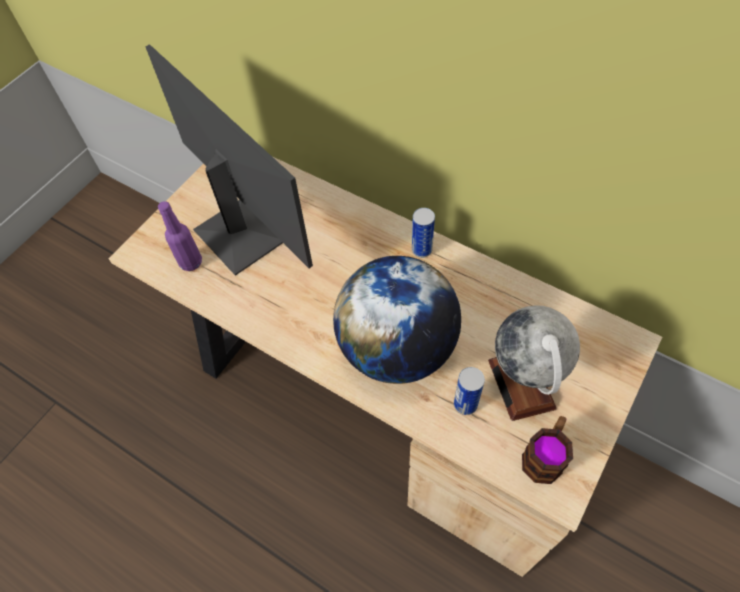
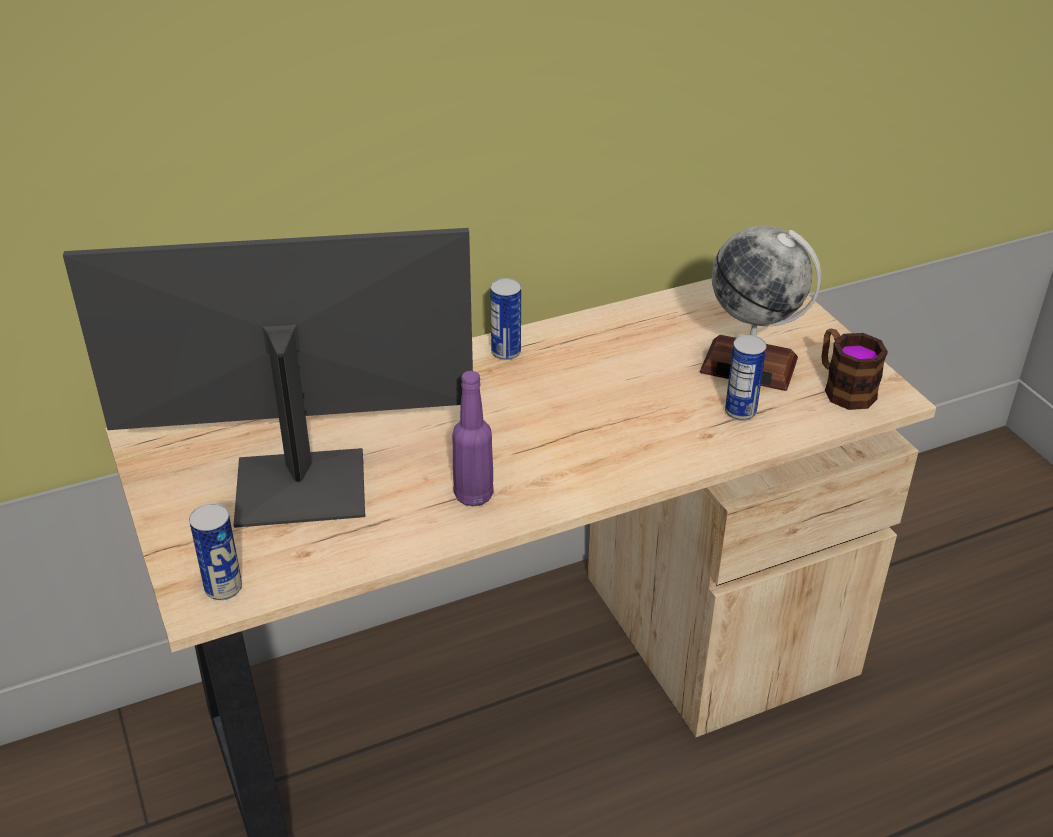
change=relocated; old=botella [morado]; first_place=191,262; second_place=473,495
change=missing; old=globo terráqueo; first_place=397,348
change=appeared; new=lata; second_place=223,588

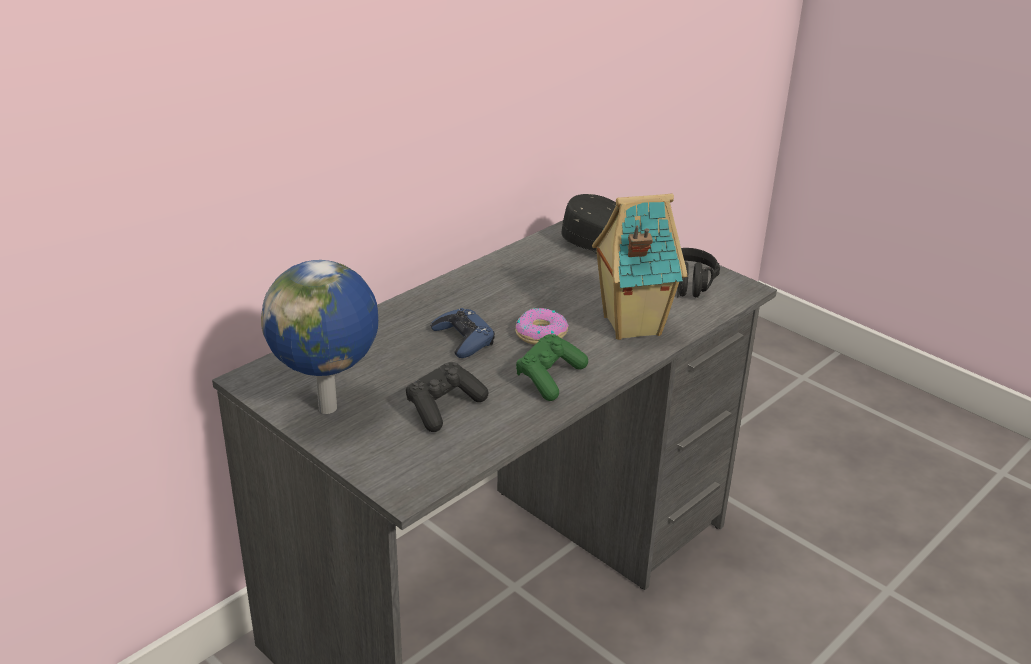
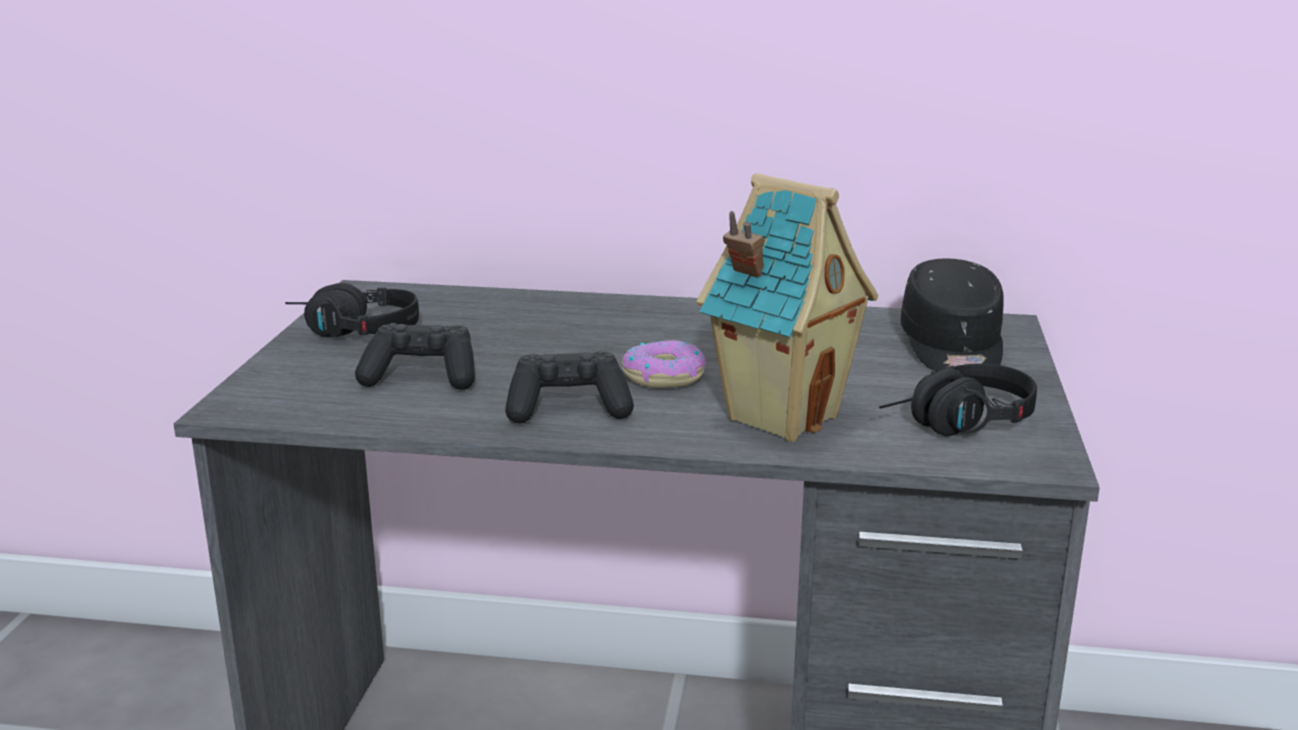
change=exchanged; old=globo terráqueo; new=auriculares [negro]; first_place=330,408; second_place=350,333
change=missing; old=mando de consola [azul]; first_place=463,339
change=colour; old=mando de consola [verde]; new=mando de consola [negro]; first_place=549,378; second_place=568,408

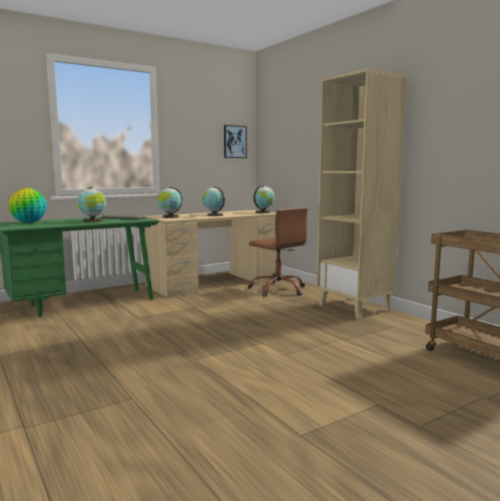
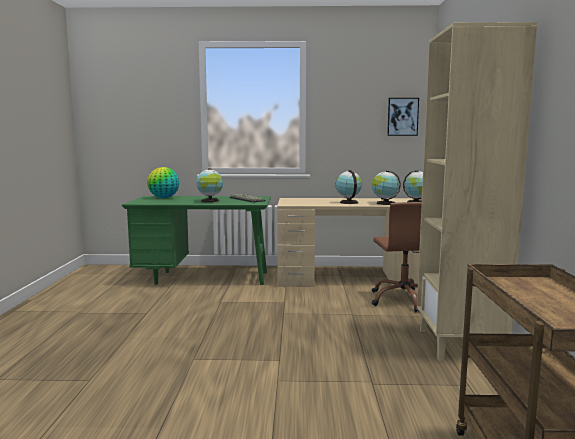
change=relocated; old=globo terráqueo; first_place=170,217; second_place=384,203

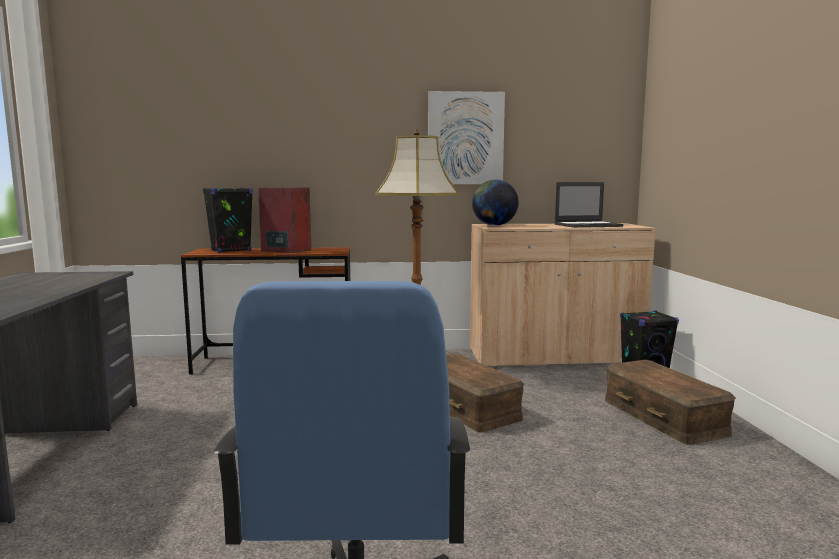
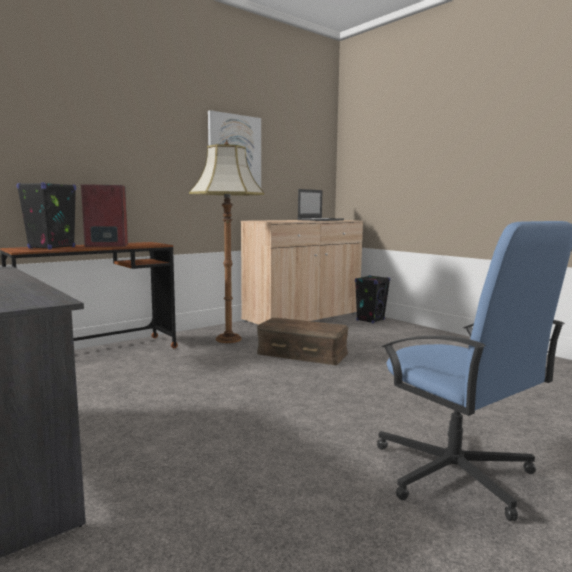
change=missing; old=globo terráqueo; first_place=494,225
change=missing; old=caja de almacenaje [marrón]; first_place=664,416

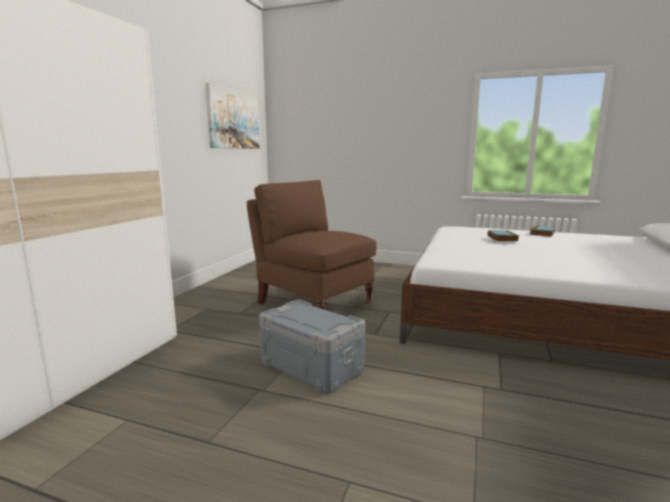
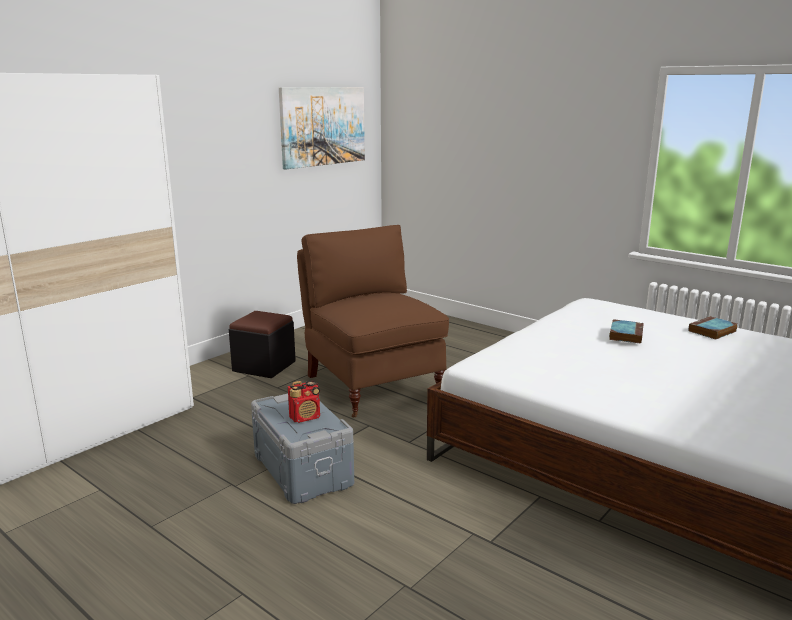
change=appeared; new=puf [negro]; second_place=264,366
change=appeared; new=radio; second_place=305,417

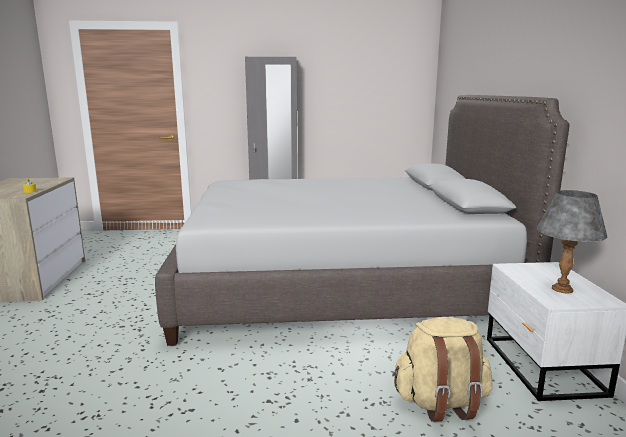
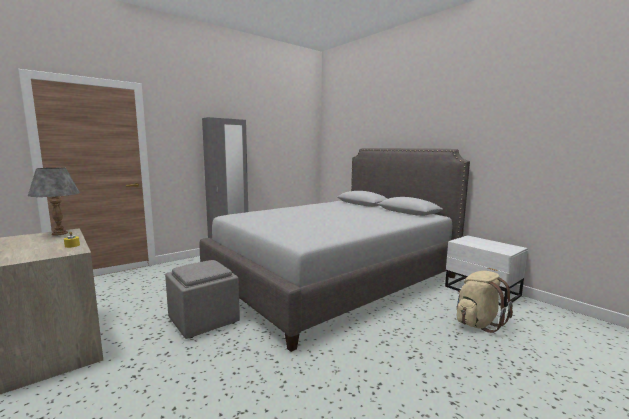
change=relocated; old=lámpara de mesa [gris]; first_place=561,289; second_place=59,233
change=appeared; new=puf [gris]; second_place=204,320

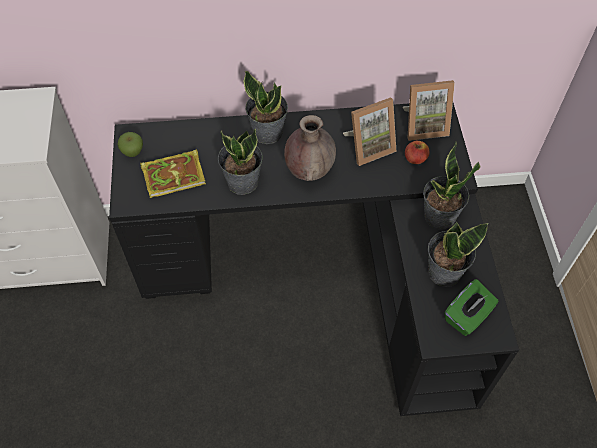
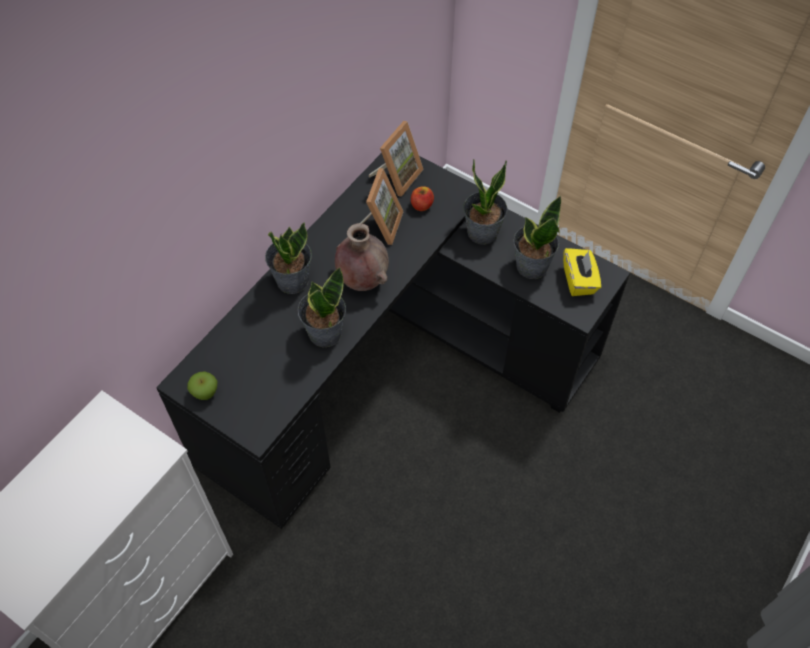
change=missing; old=libro; first_place=175,175
change=colour; old=caja de pañuelos [verde]; new=caja de pañuelos [amarillo]; first_place=467,316; second_place=579,280

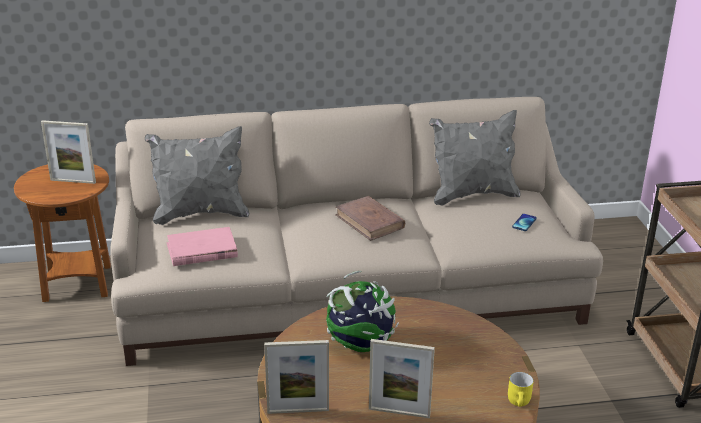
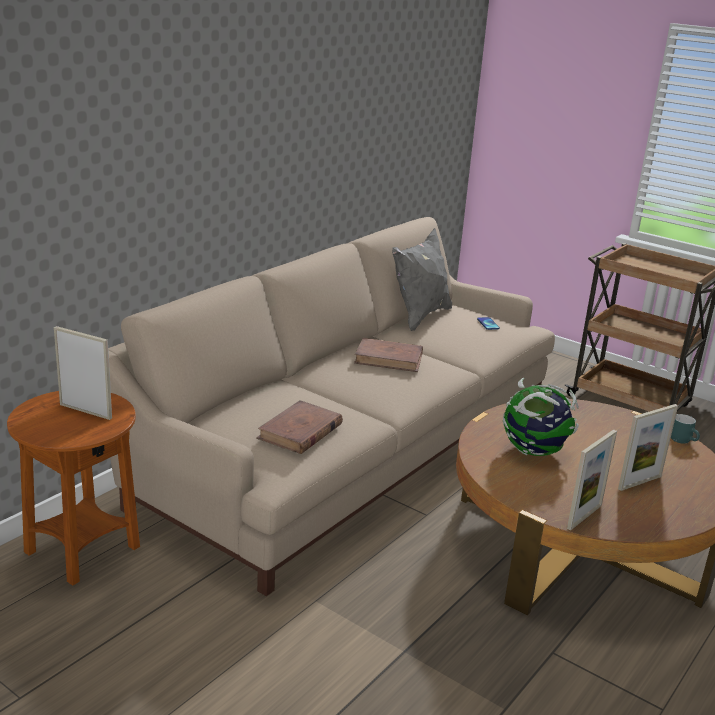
change=spun; old=portarretratos; first_place=73,181; second_place=85,411; degrees=-120
change=missing; old=cojín [gris]; first_place=200,213
change=colour; old=libro [rosa]; new=libro [marrón]; first_place=201,250; second_place=300,432
change=colour; old=taza grande [amarillo]; new=taza grande [turquesa]; first_place=520,402; second_place=684,440

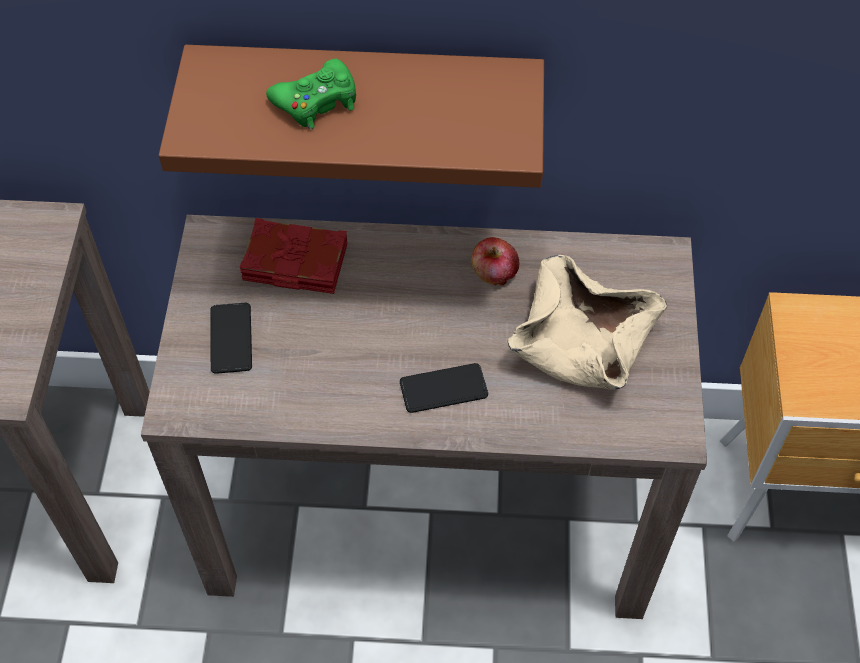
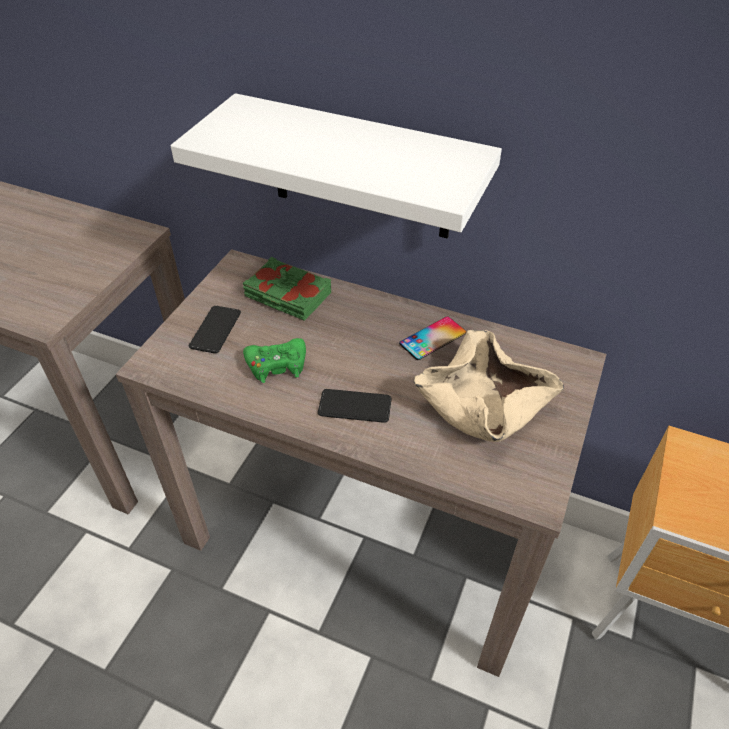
change=colour; old=estante [marrón]; new=estante [blanco]; first_place=366,100; second_place=360,169
change=colour; old=libro [rojo]; new=libro [verde]; first_place=295,264; second_place=287,295
change=relocated; old=mando de consola [verde]; first_place=317,102; second_place=277,365
change=exchanged; old=manzana; new=móvil; first_place=494,273; second_place=432,338

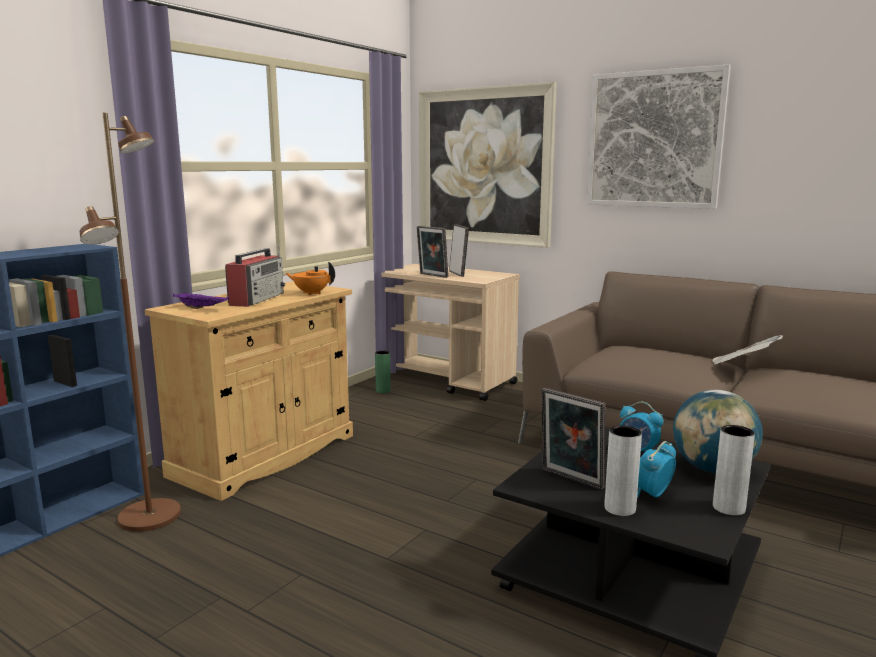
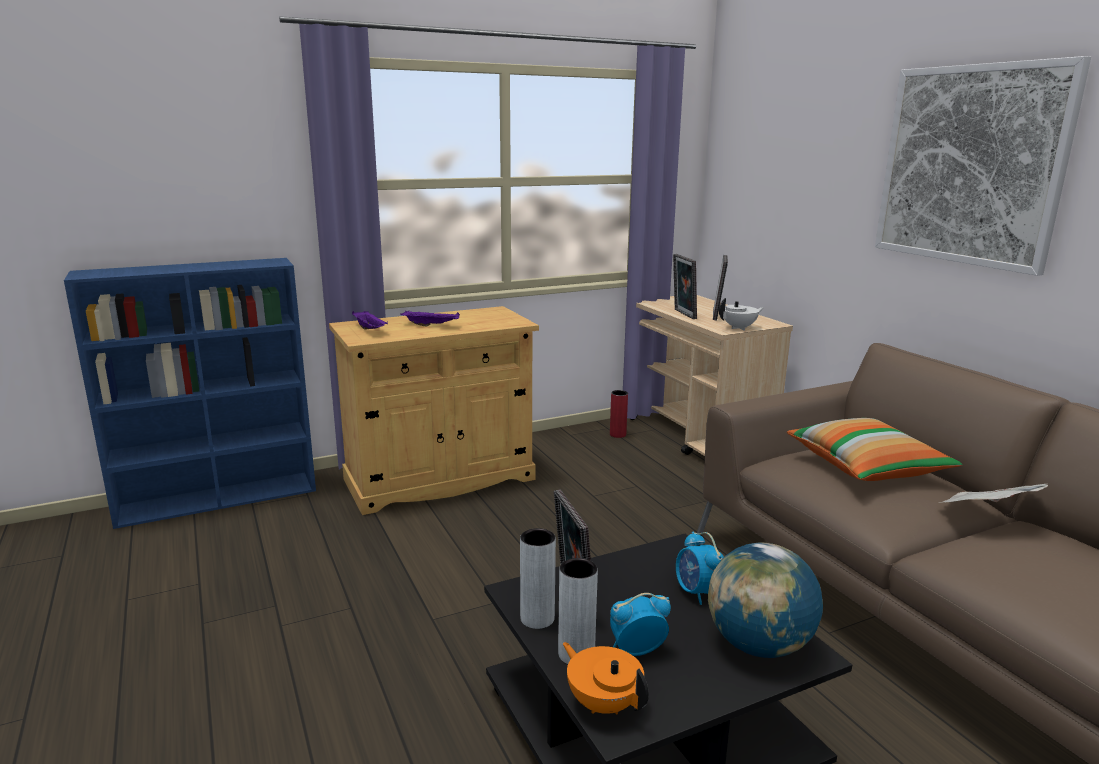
change=missing; old=lámpara de pie [marrón]; first_place=151,516
change=exchanged; old=radio; new=bandeja [morado]; first_place=257,299; second_place=432,325
change=relocated; old=tetera [naranja]; first_place=311,293; second_place=603,703
change=colour; old=florero [verde]; new=florero [rojo]; first_place=383,390; second_place=617,434
change=missing; old=cuadro; first_place=484,167
change=relocated; old=florero [gris]; first_place=728,508; second_place=537,618
change=appeared; new=tetera [blanco]; second_place=739,328
change=appeared; new=cojín; second_place=867,467

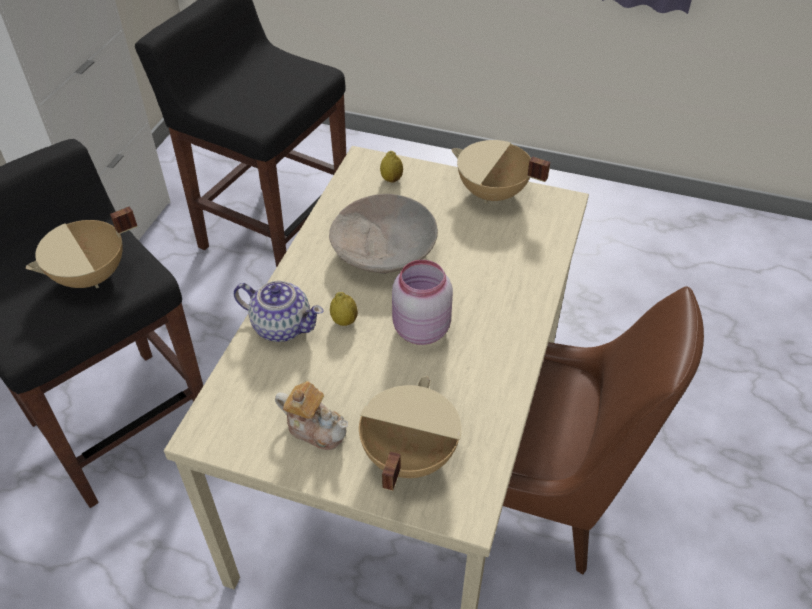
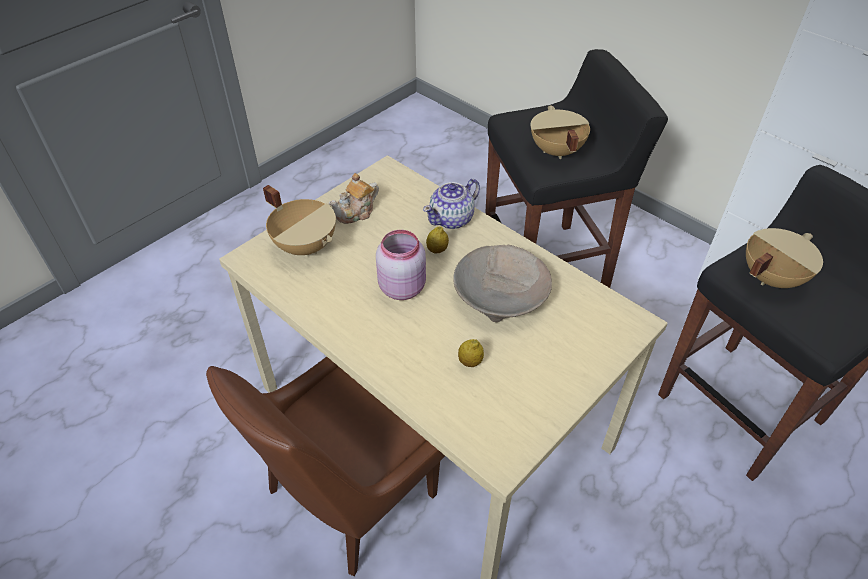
change=relocated; old=limón; first_place=391,179; second_place=470,362
change=relocated; old=olla [beis]; first_place=492,194; second_place=769,277

